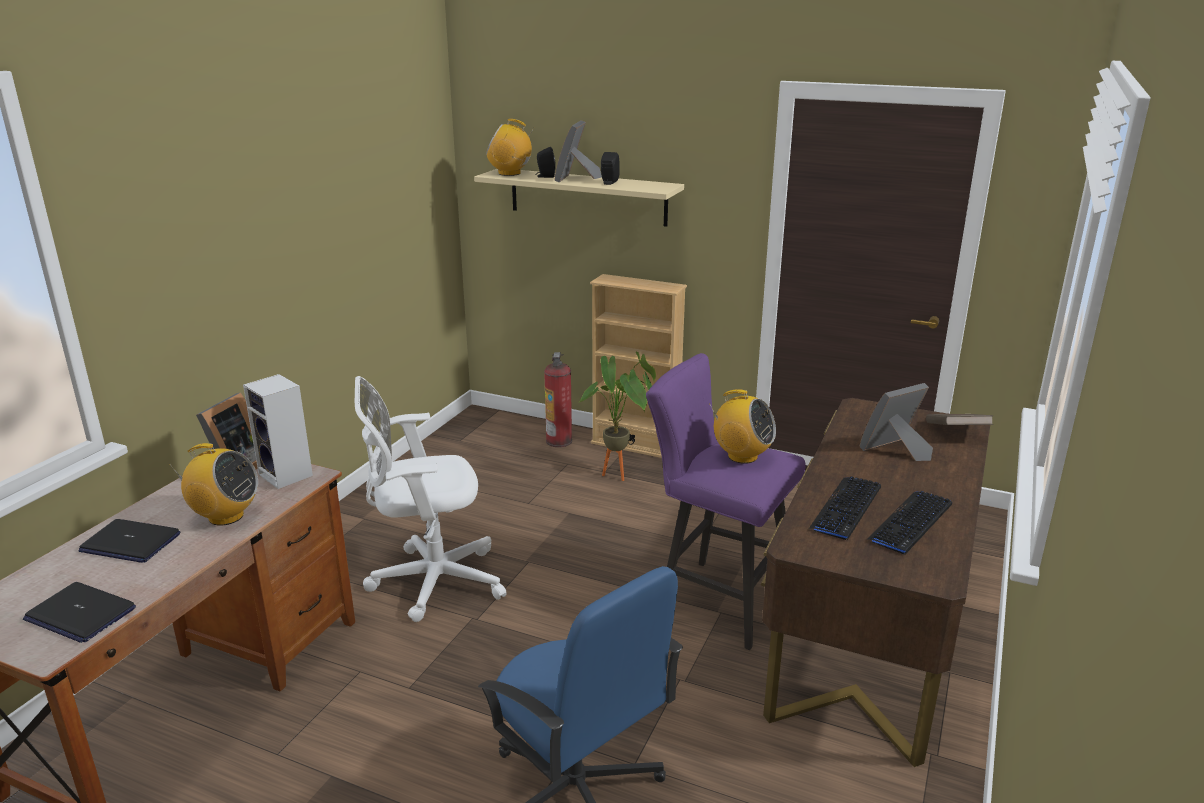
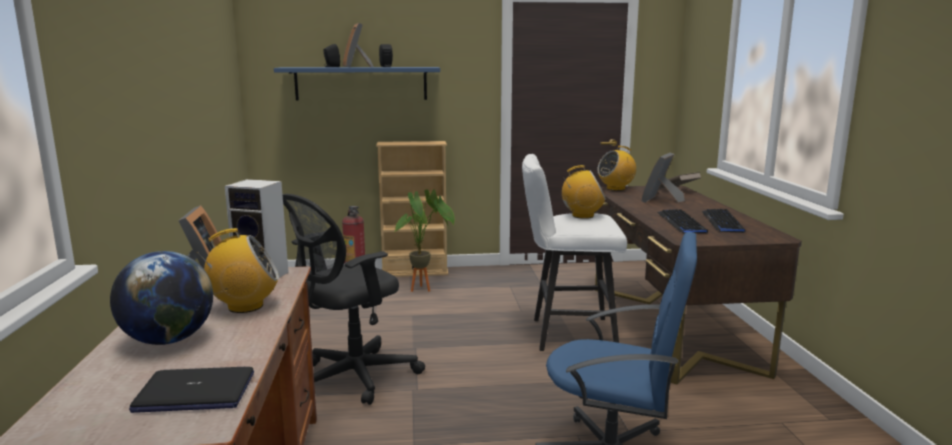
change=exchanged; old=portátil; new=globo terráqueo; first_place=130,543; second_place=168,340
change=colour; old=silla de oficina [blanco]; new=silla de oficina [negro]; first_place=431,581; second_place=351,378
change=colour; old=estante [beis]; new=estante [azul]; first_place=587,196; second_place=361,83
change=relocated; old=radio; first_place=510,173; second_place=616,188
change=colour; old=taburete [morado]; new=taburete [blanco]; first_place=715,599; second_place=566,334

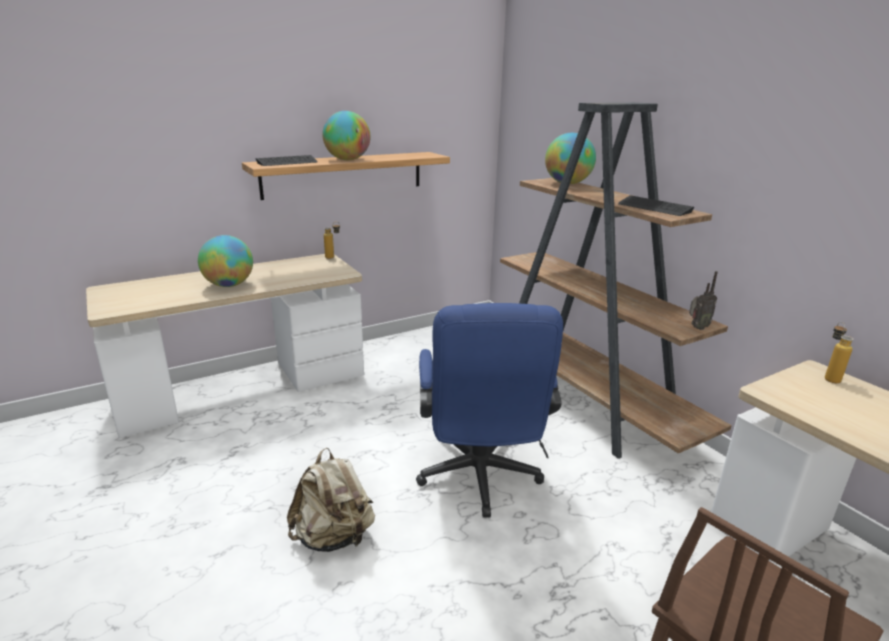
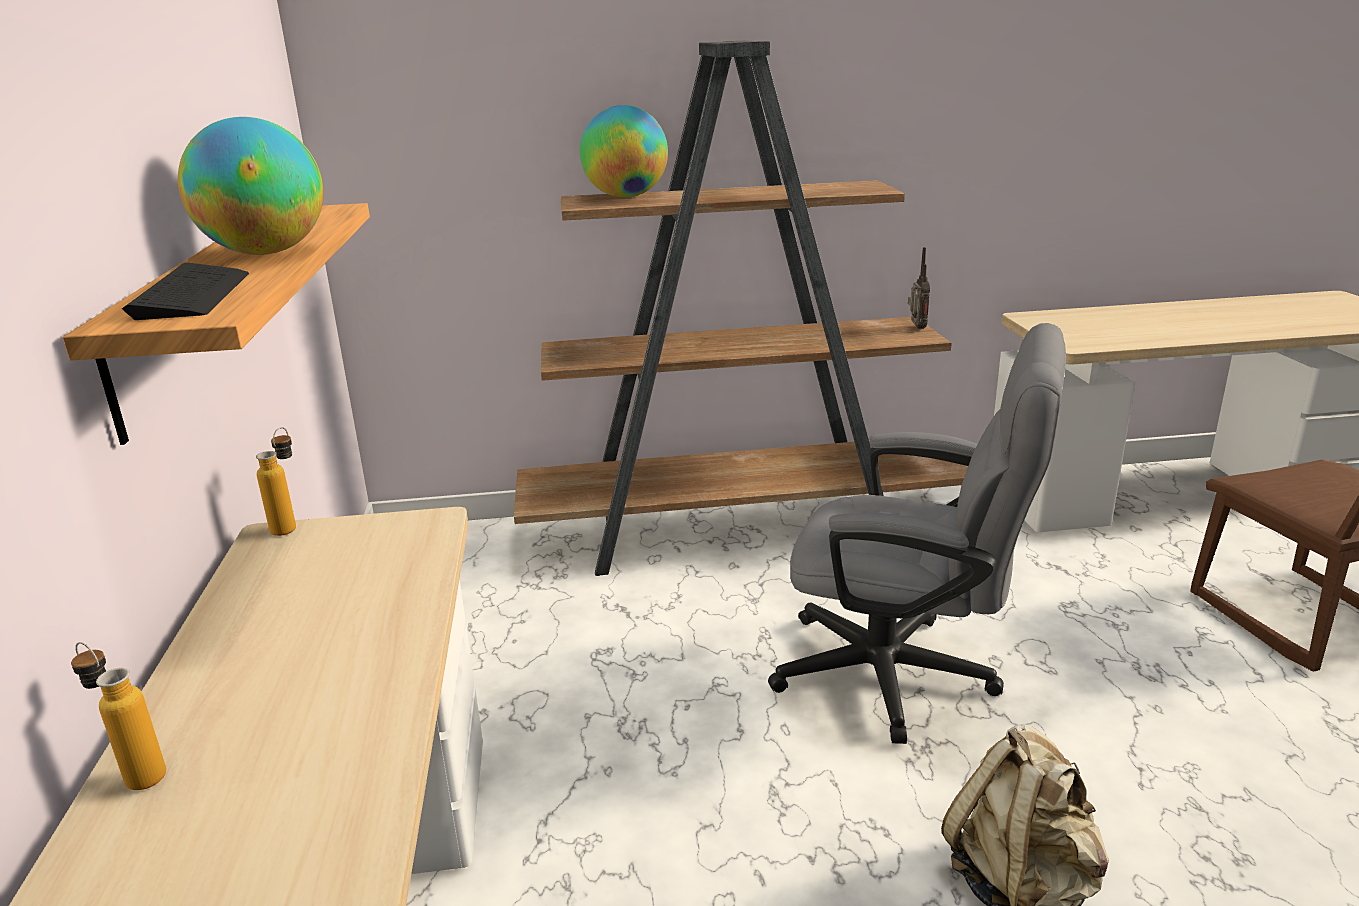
change=missing; old=globo terráqueo; first_place=229,285
change=colour; old=silla de oficina [azul]; new=silla de oficina [gris]; first_place=479,479; second_place=905,676
change=missing; old=teclado; first_place=654,208
change=relocated; old=botella; first_place=829,377; second_place=136,773

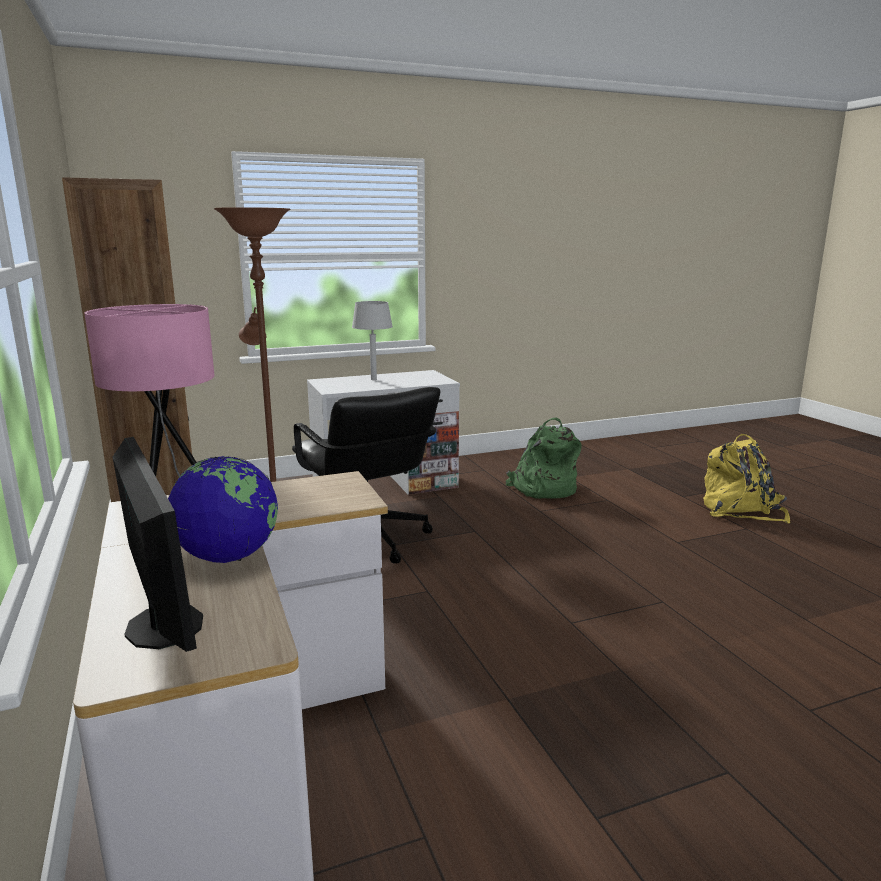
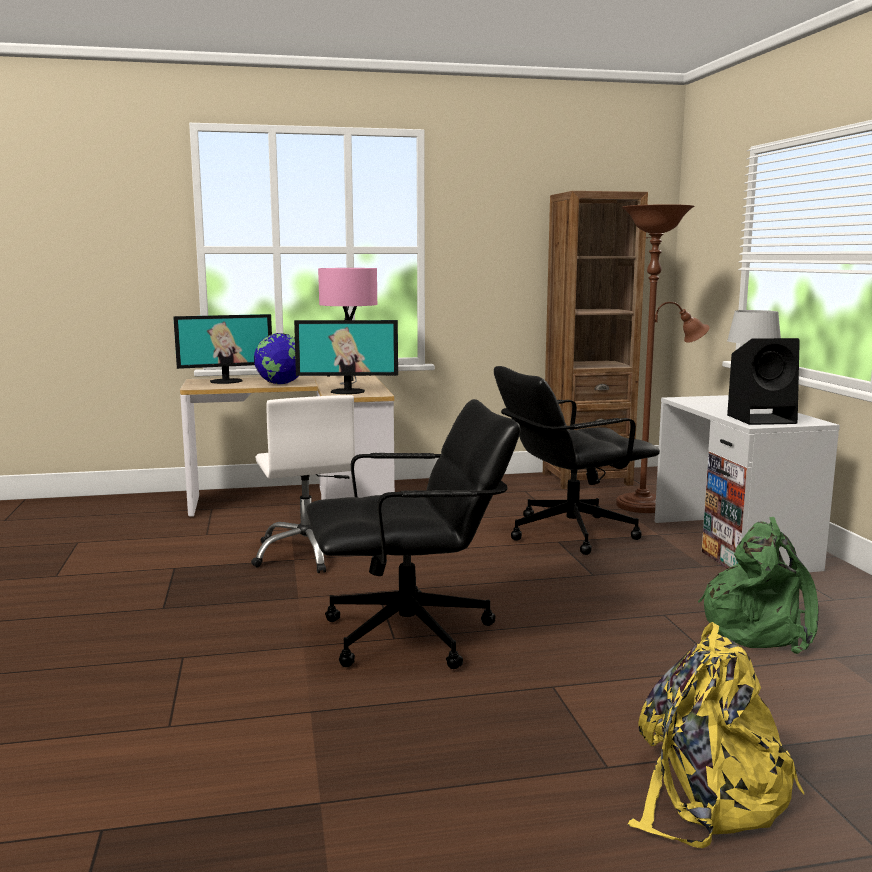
change=appeared; new=silla de oficina [blanco]; second_place=308,553
change=appeared; new=monitor; second_place=348,391
change=appeared; new=silla de oficina [negro]; second_place=410,635
change=appeared; new=altavoz [negro]; second_place=762,419

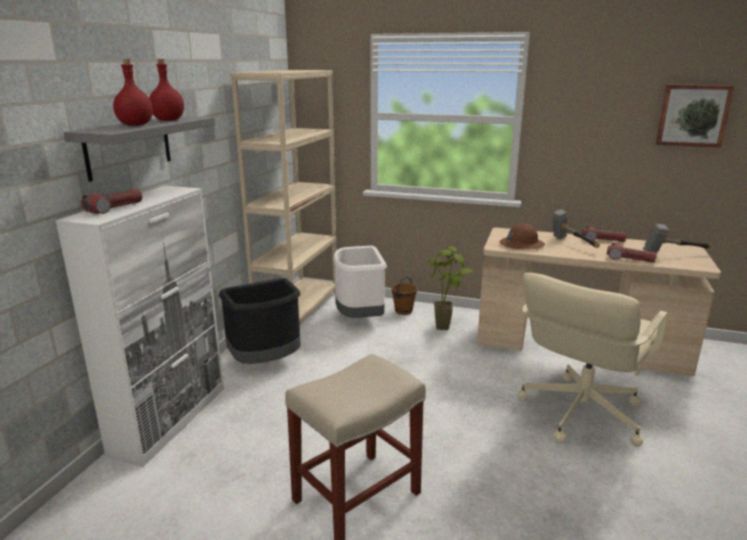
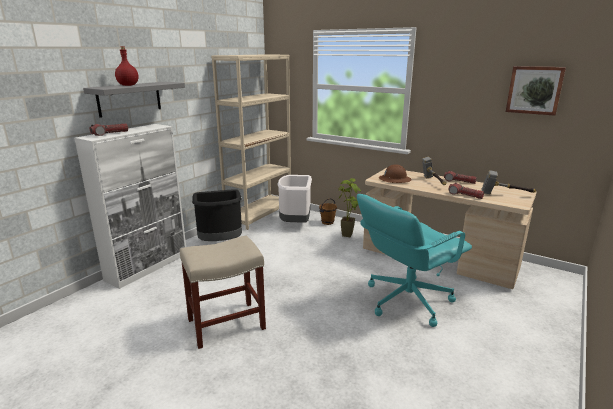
change=missing; old=botella [rojo]; first_place=168,120
change=colour; old=silla de oficina [beis]; new=silla de oficina [turquesa]; first_place=579,413; second_place=406,300

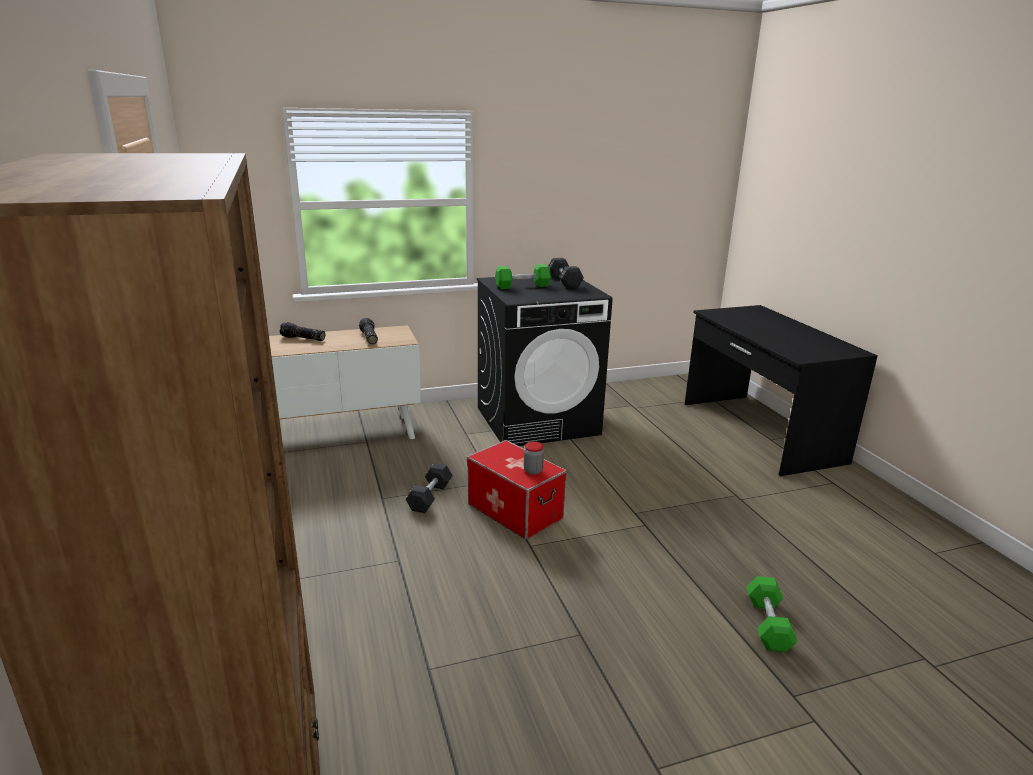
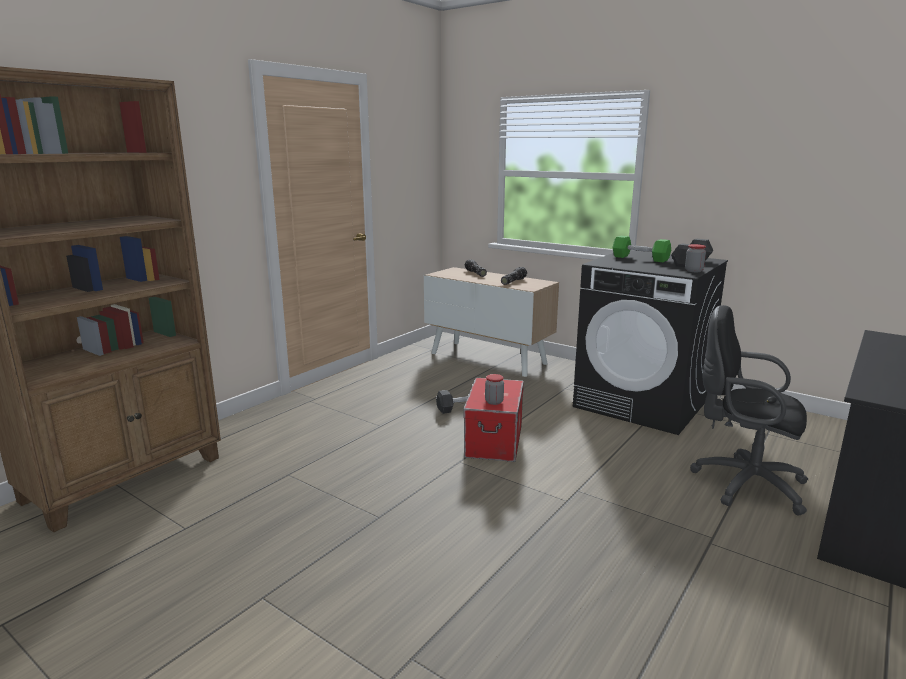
change=missing; old=mancuerna [verde]; first_place=768,624
change=appeared; new=tarro; second_place=693,271
change=appeared; new=silla de oficina [negro]; second_place=742,483

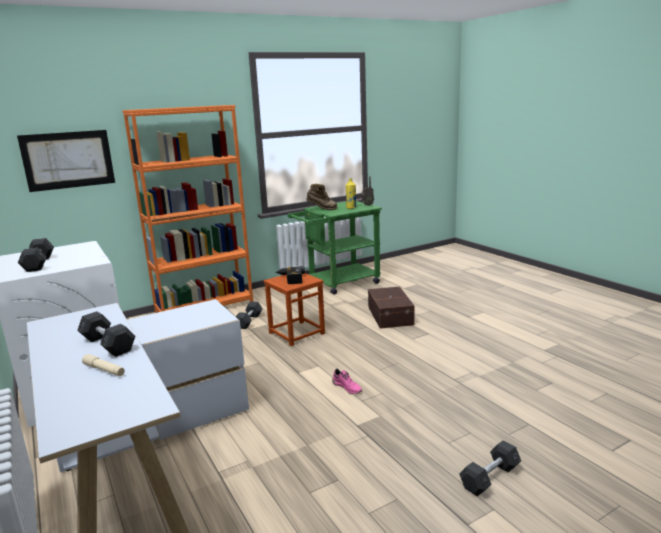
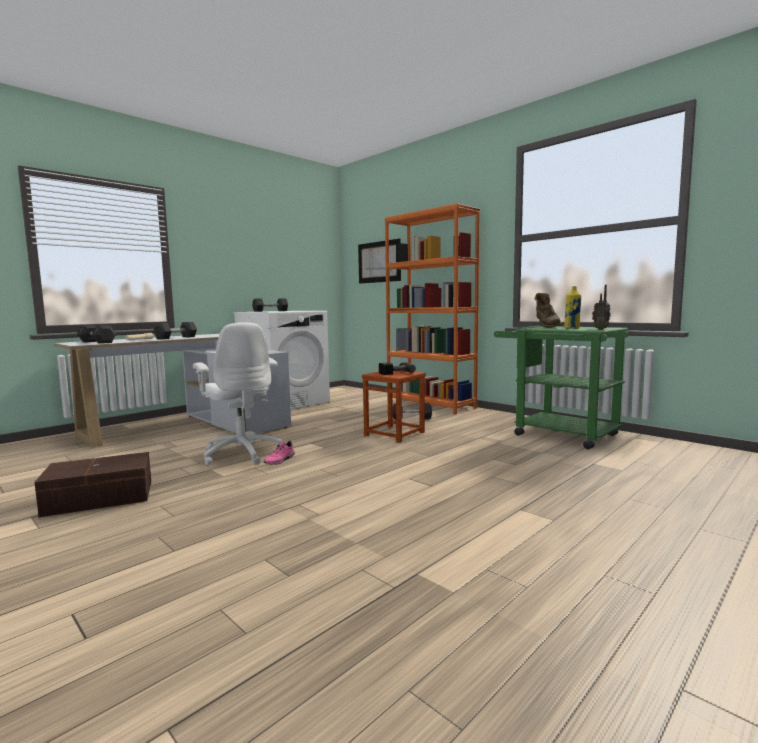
change=relocated; old=caja de almacenaje [marrón]; first_place=391,315; second_place=100,498
change=relocated; old=mancuerna [gris]; first_place=490,477; second_place=97,342
change=appeared; new=silla de oficina [blanco]; second_place=242,453

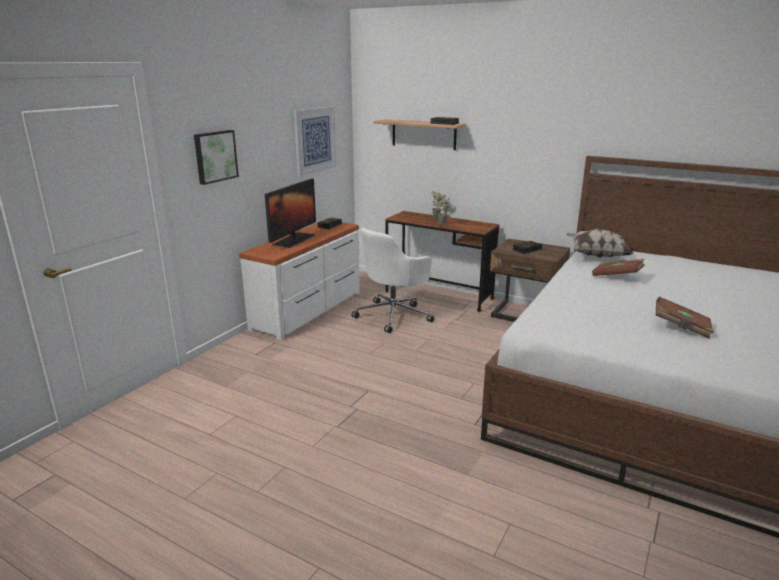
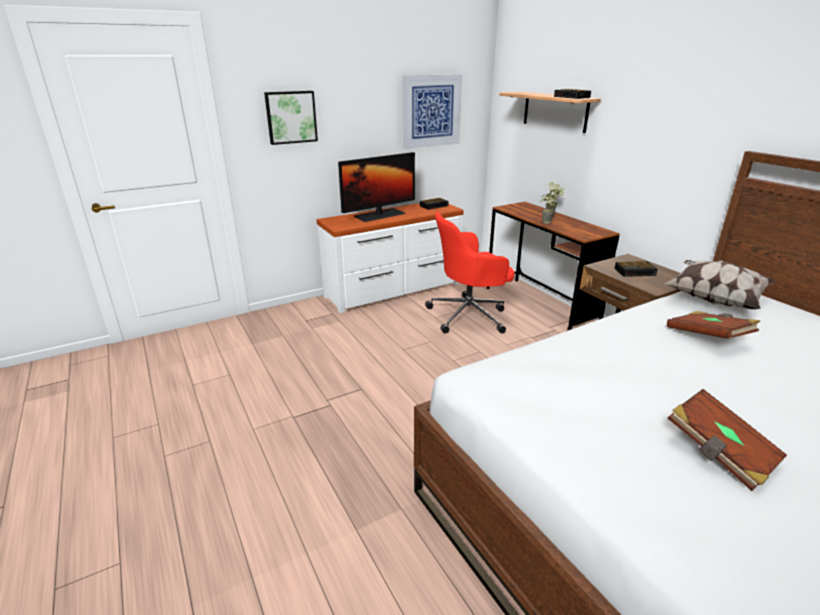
change=colour; old=silla de oficina [blanco]; new=silla de oficina [rojo]; first_place=394,315; second_place=469,315

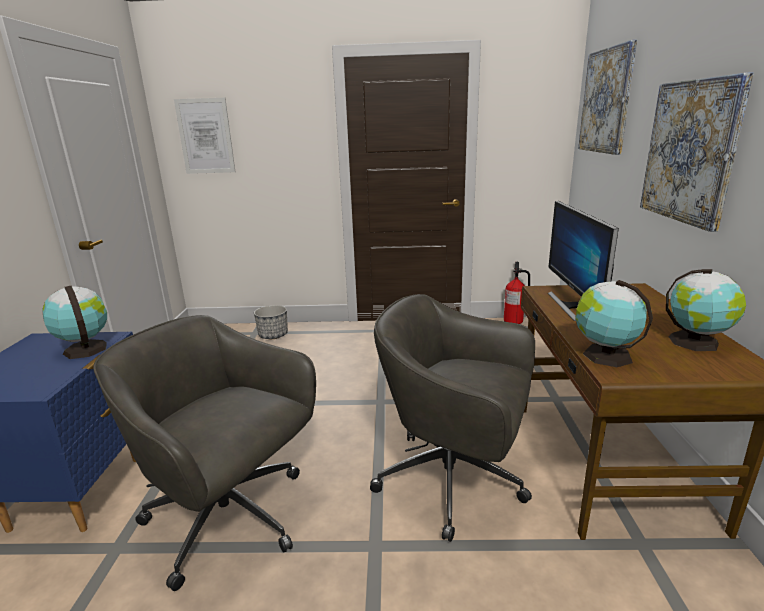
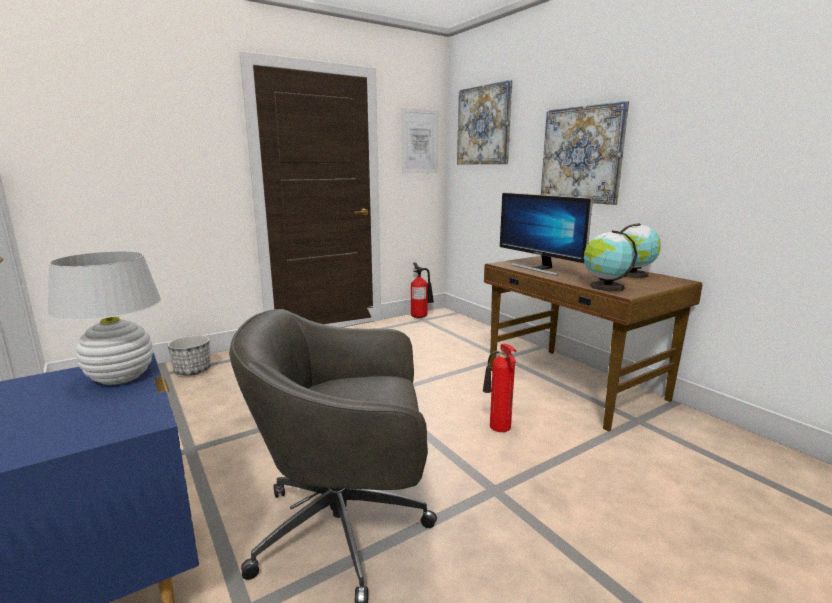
change=exchanged; old=globo terráqueo; new=lámpara de mesa [blanco]; first_place=85,349; second_place=120,378
change=relocated; old=cuadro; first_place=205,136; second_place=419,141
change=exchanged; old=silla de oficina [gris]; new=extintor; first_place=454,480; second_place=498,428

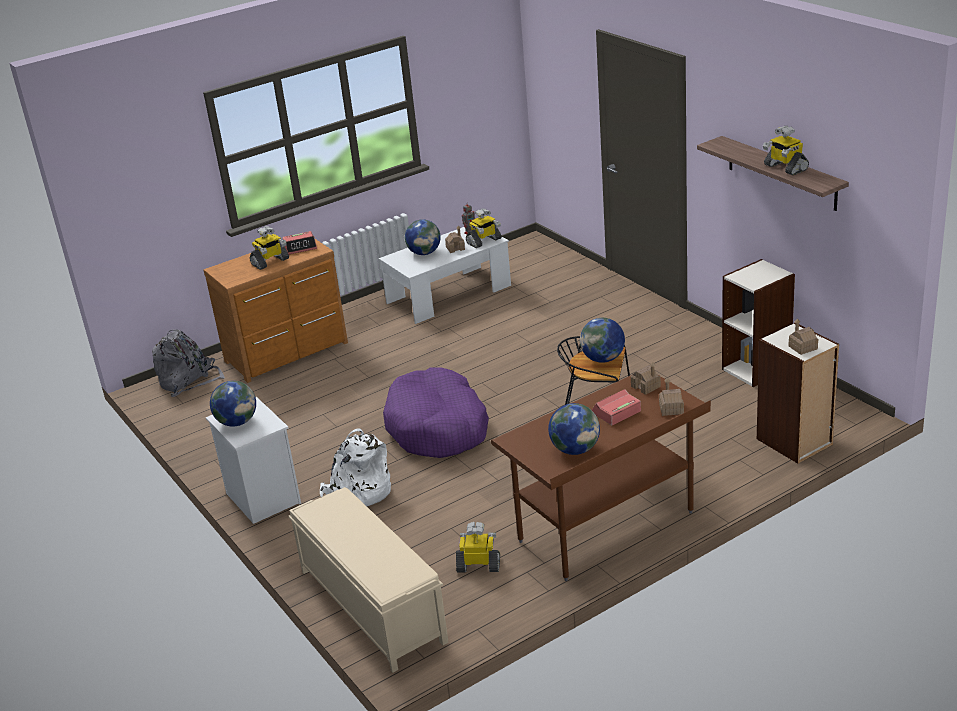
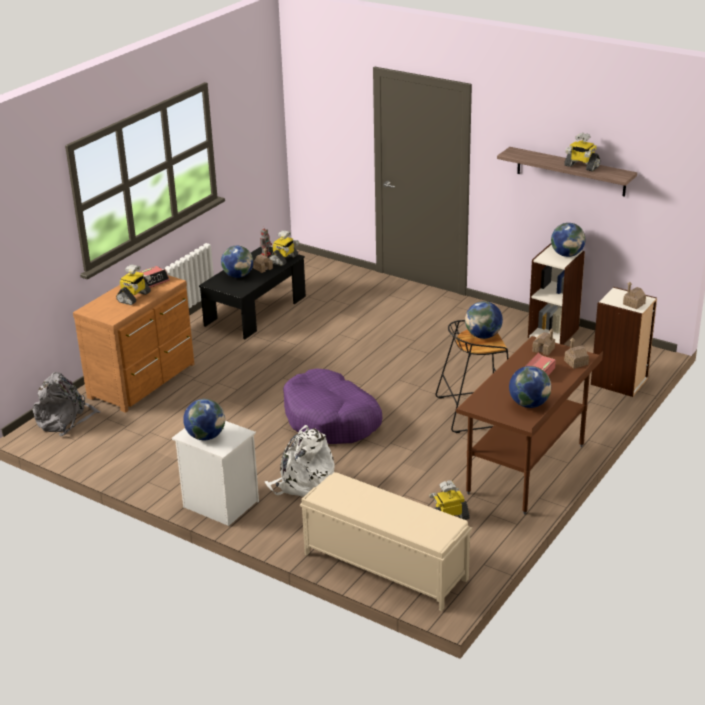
change=colour; old=mesa de centro [blanco]; new=mesa de centro [negro]; first_place=449,294; second_place=255,311
change=appeared; new=globo terráqueo; second_place=567,254

